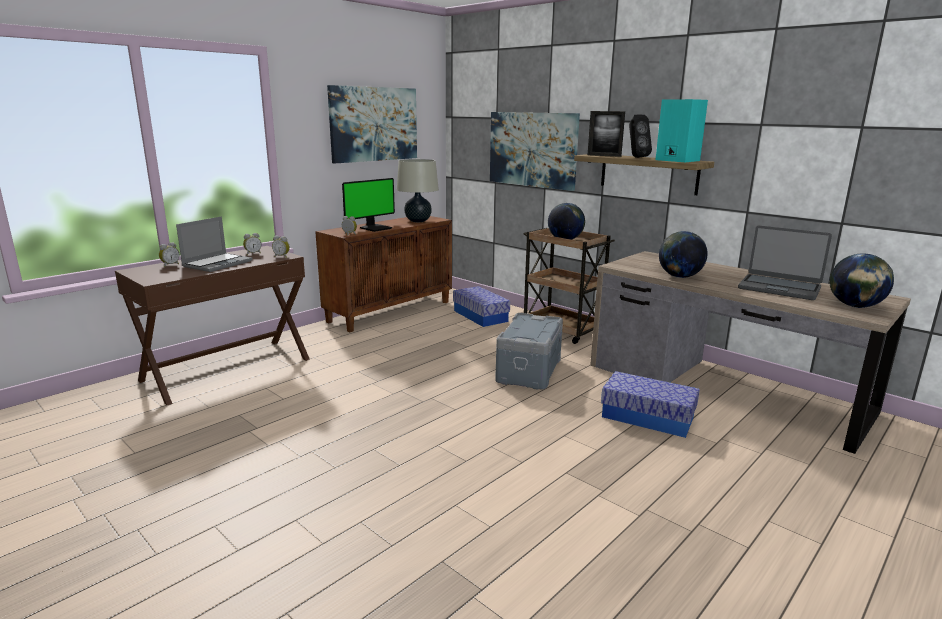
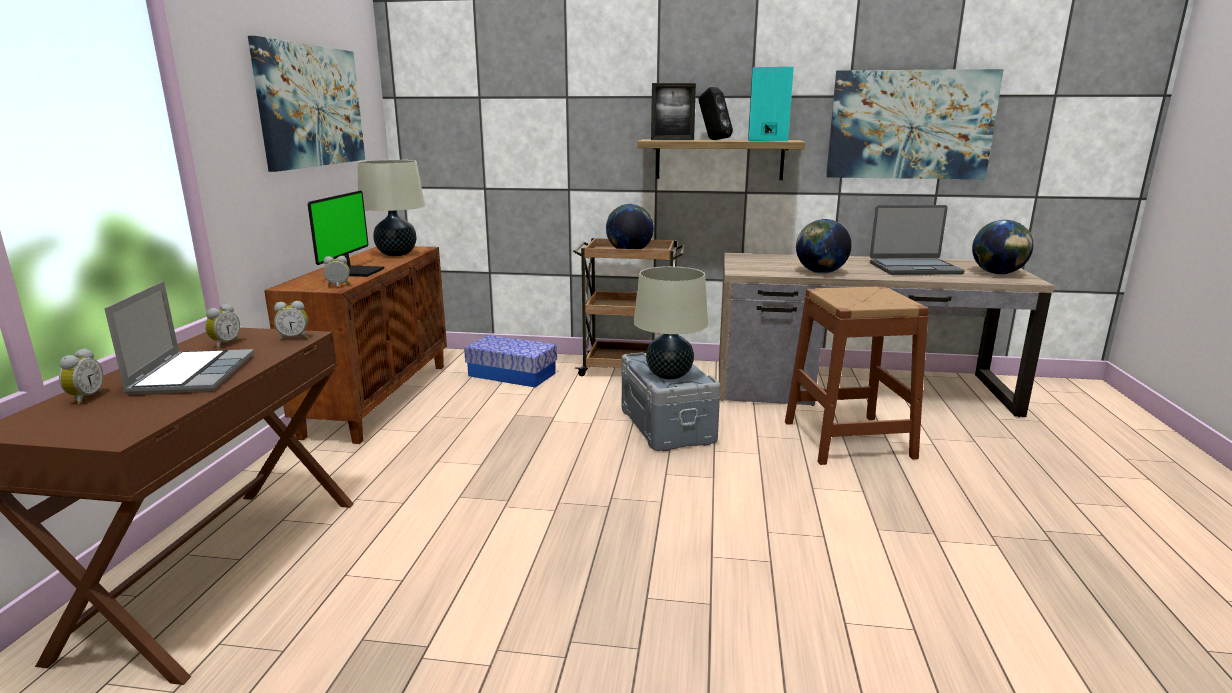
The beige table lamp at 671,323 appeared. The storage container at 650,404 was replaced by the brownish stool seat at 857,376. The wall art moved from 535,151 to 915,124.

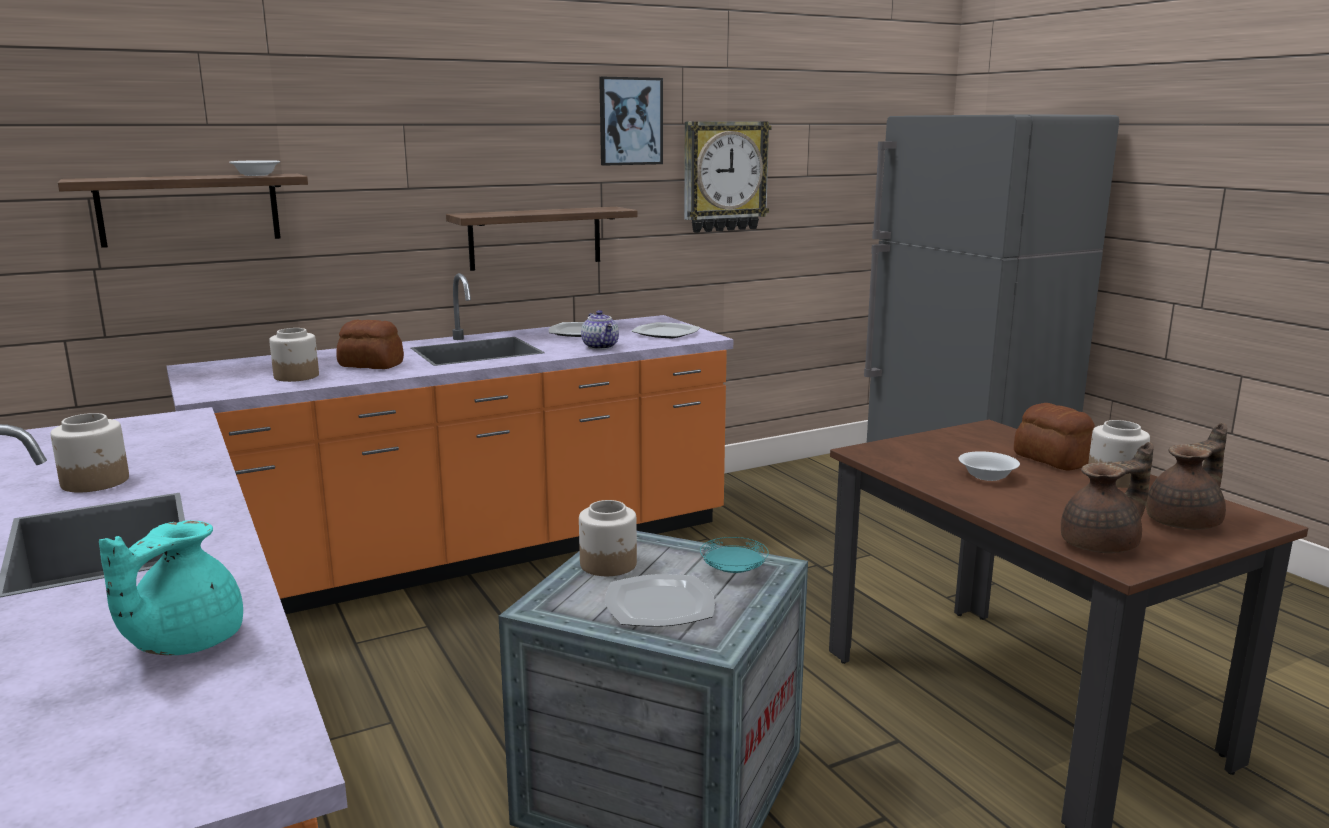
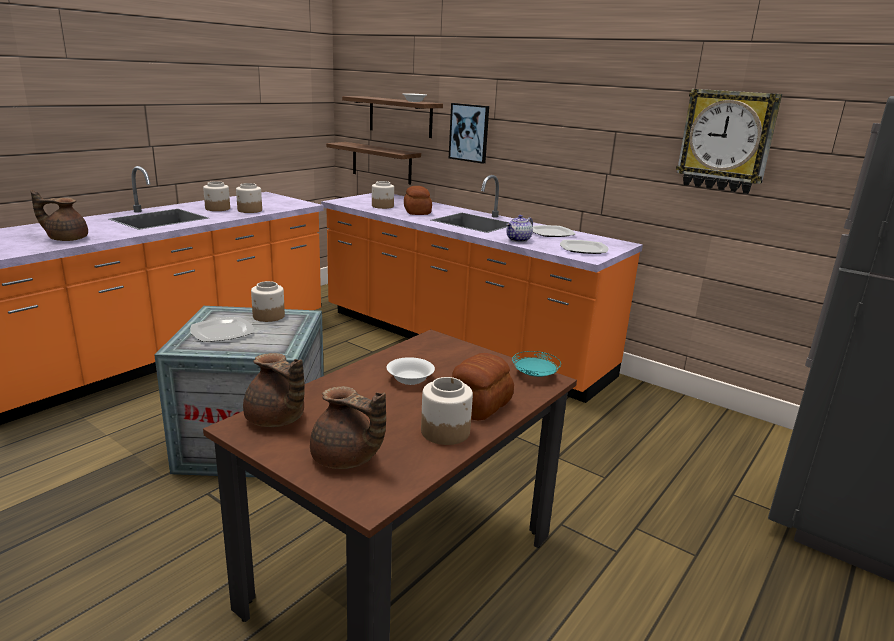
The turquoise tea pot at 171,588 became the brownish tea pot at 59,215. The storage jar at 249,198 appeared. The bracket shelf moved from 541,239 to 373,163. The wall art moved from 631,121 to 469,133. The turquoise dinner plate moved from 734,555 to 536,364.

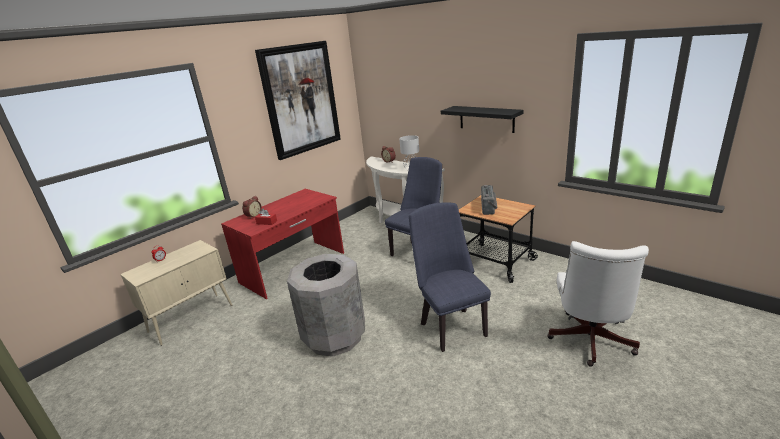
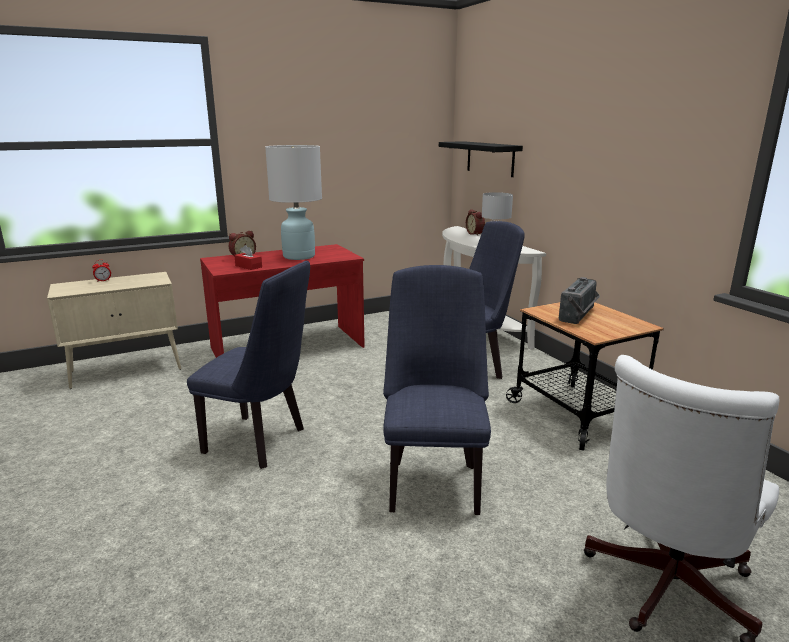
The gray trash can at 326,305 was replaced by the blue chair at 248,365. The white-coloured table lamp at 293,202 appeared. The blackish bracket shelf moved from 482,119 to 481,159. The wall art at 298,100 disappeared.

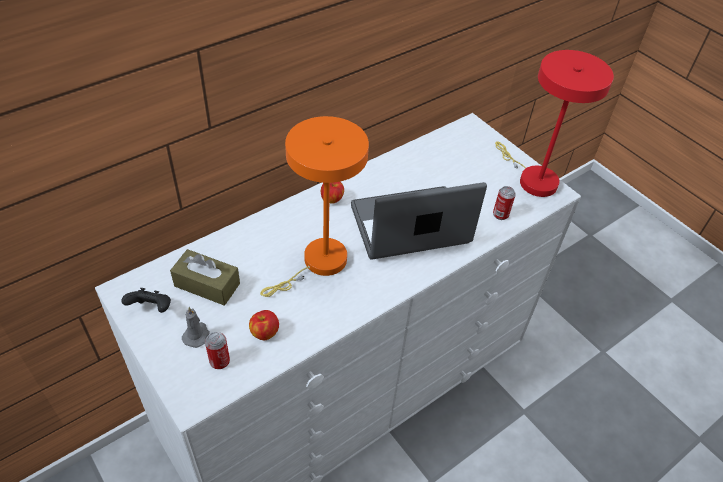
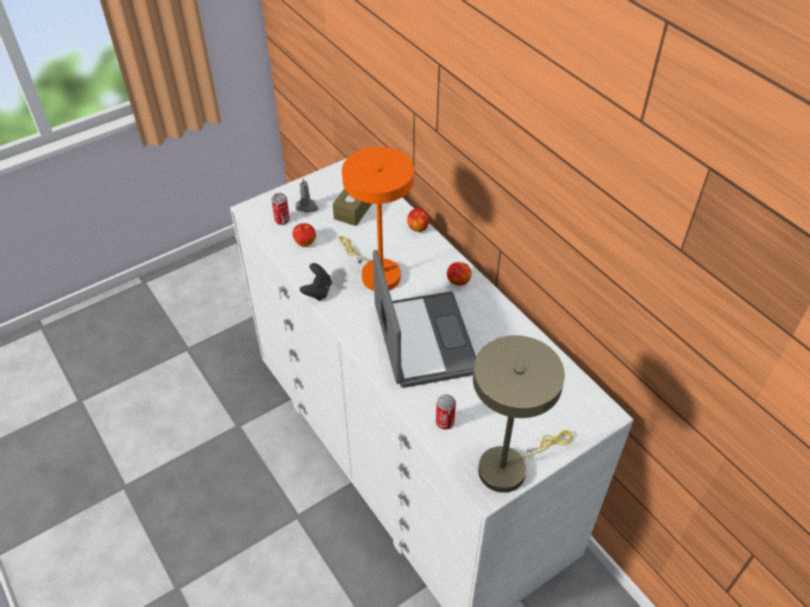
The blackish game controller moved from 146,300 to 316,282. The apple at 418,220 appeared. The reddish table lamp at 554,123 became the beige table lamp at 523,414.

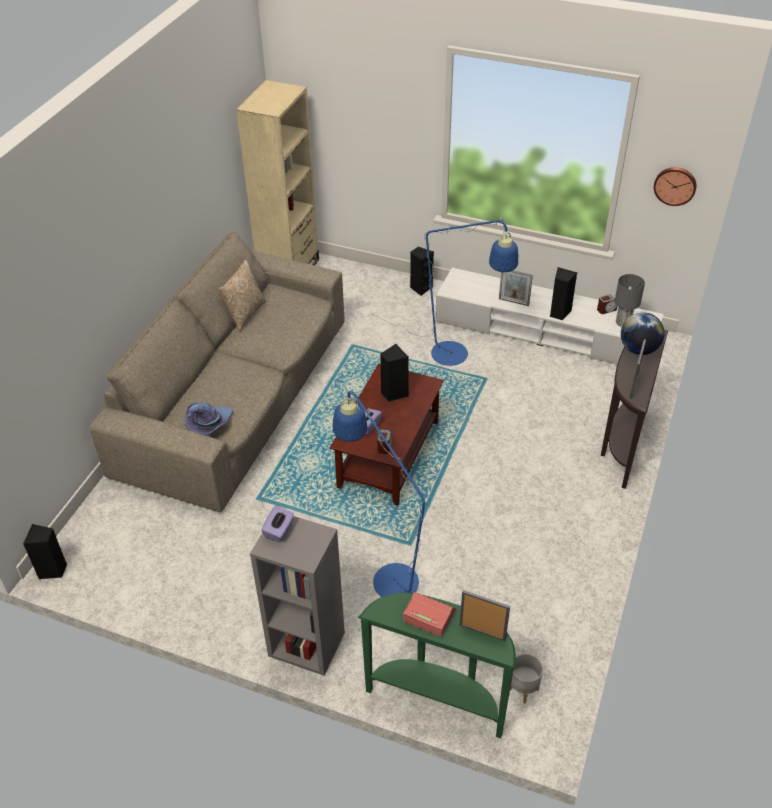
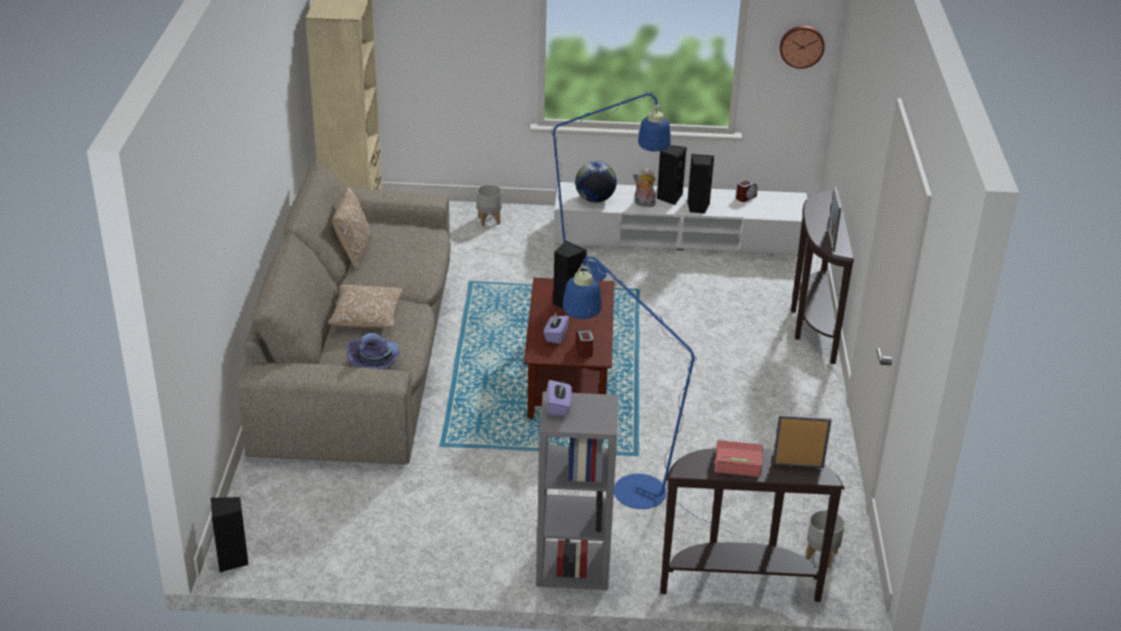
The pillow at 366,306 appeared. The gray planter at 489,205 appeared. The globe moved from 642,333 to 596,182. The standing frame at 516,288 was replaced by the plush toy at 645,187. The blackish audio speaker moved from 422,271 to 672,175. The green console table at 437,665 became the brownish console table at 753,525. The gray table lamp at 630,300 disappeared.

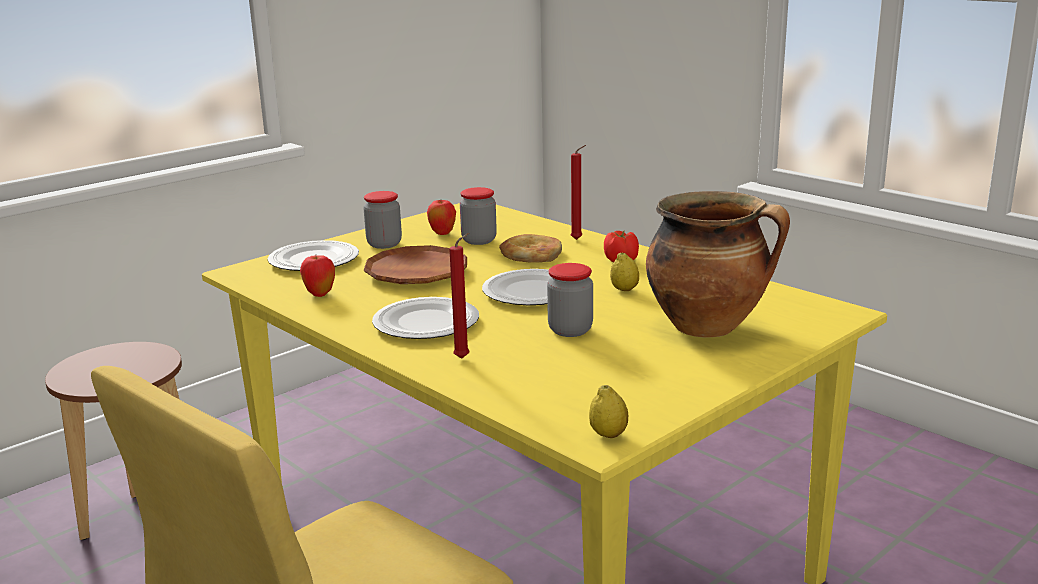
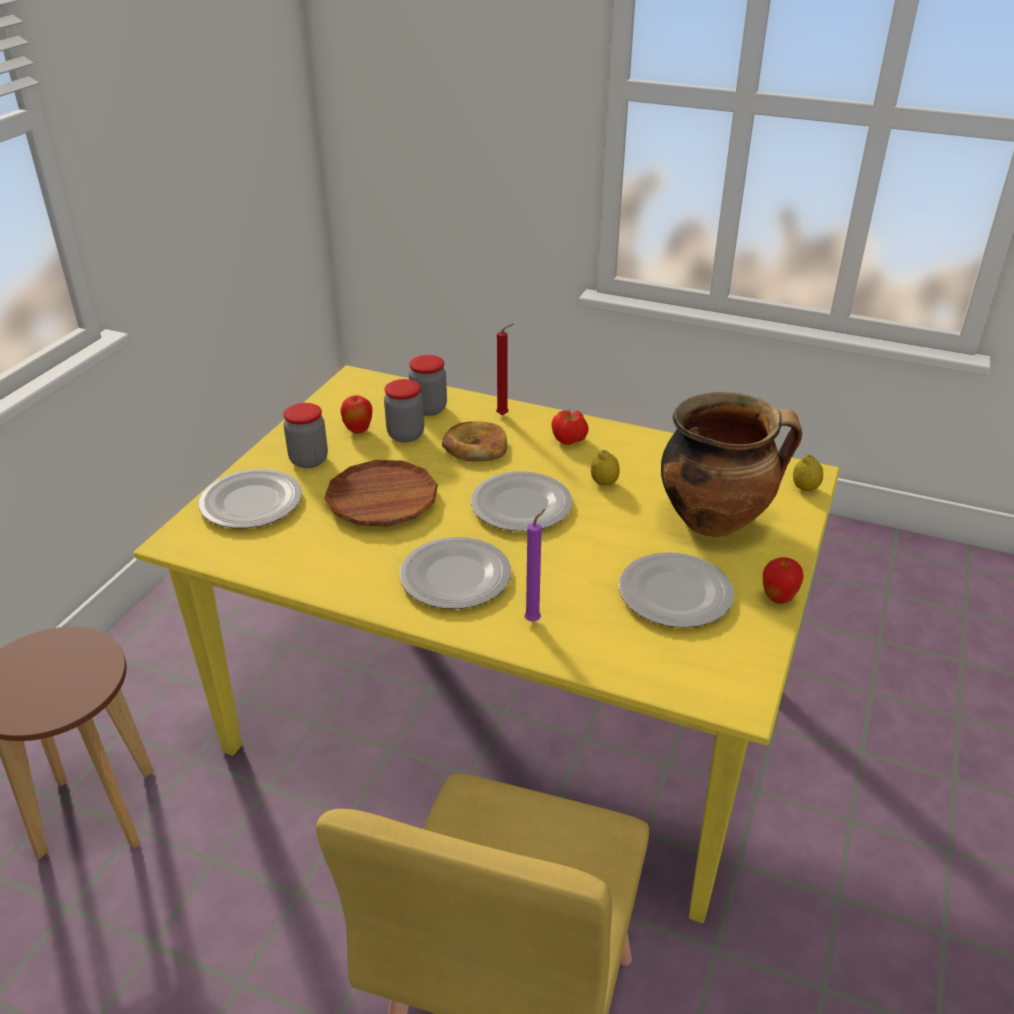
The storage jar moved from 570,300 to 428,385. The reddish candle at 459,296 became the purplish candle at 534,565. The dinner plate at 676,590 appeared. The apple moved from 317,276 to 783,580. The citrus fruit moved from 608,411 to 808,472.

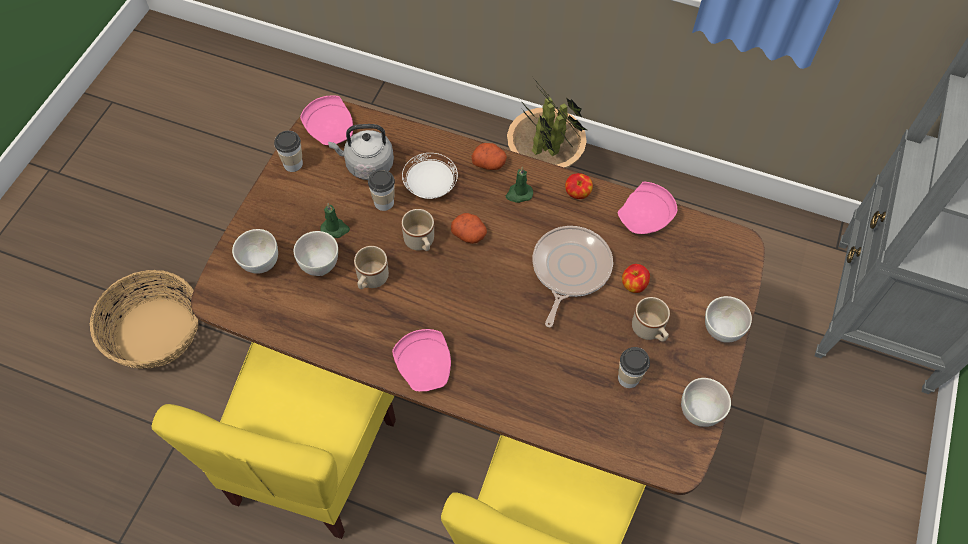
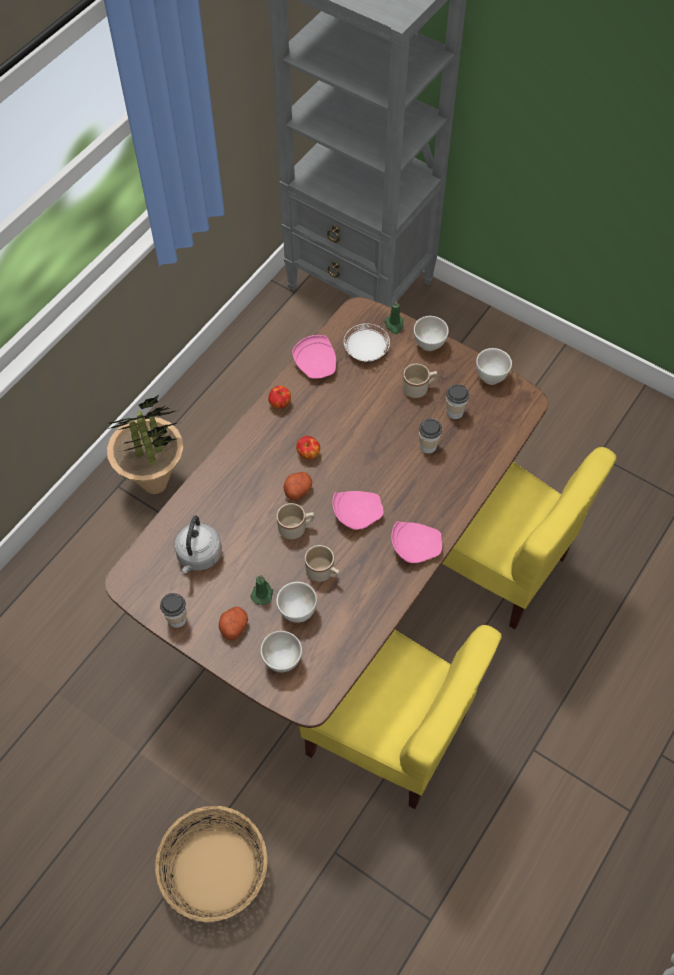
The potato moved from 489,156 to 233,623. The apple moved from 636,278 to 308,447. The pinkish dinner plate moved from 326,120 to 357,510. The white-coloured dinner plate moved from 430,176 to 367,342. The green candle moved from 519,185 to 394,317. The drinking cup moved from 381,190 to 430,435. The pan at 572,276 disappeared.

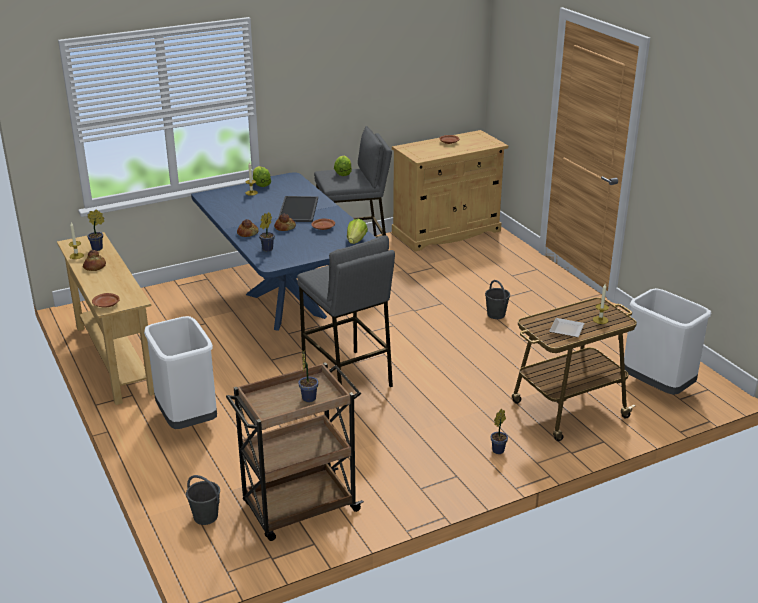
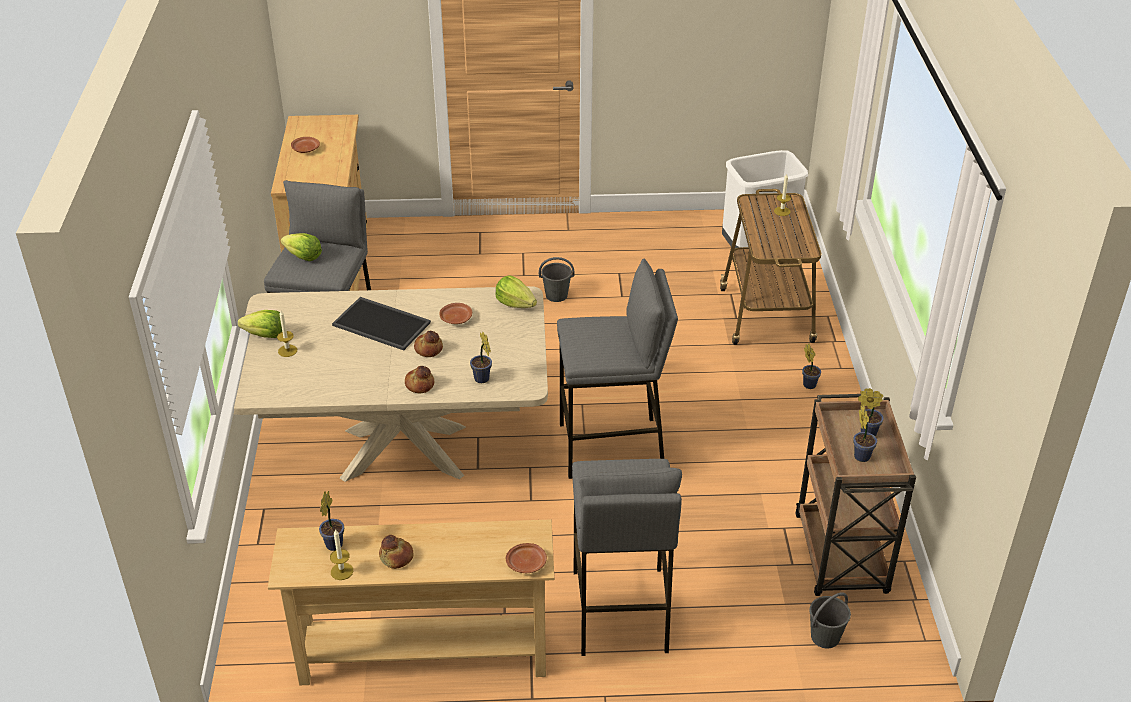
The blue dinner table at 283,251 became the beige dinner table at 391,384. The white-coloured trash can at 180,372 was replaced by the gray stool seat at 627,557. The plant in a pot at 865,433 appeared. The dinner plate at 567,328 disappeared.

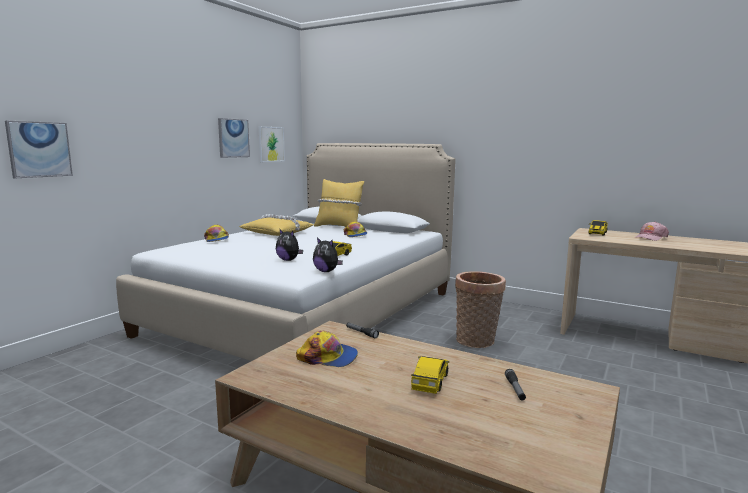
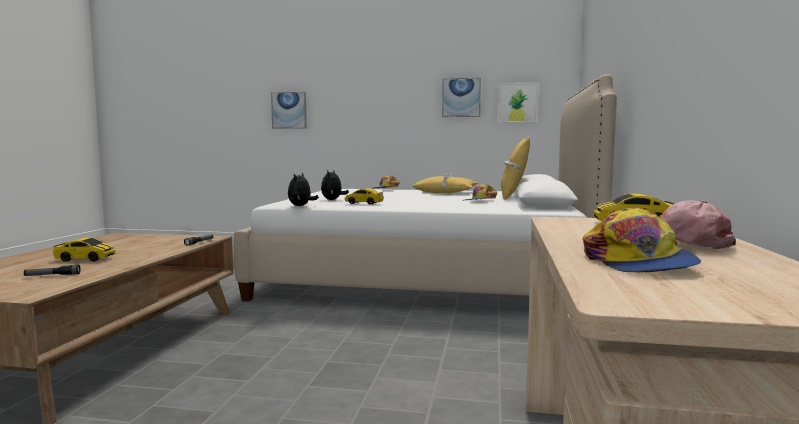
The cap moved from 327,349 to 641,240. The basket at 480,309 disappeared.

